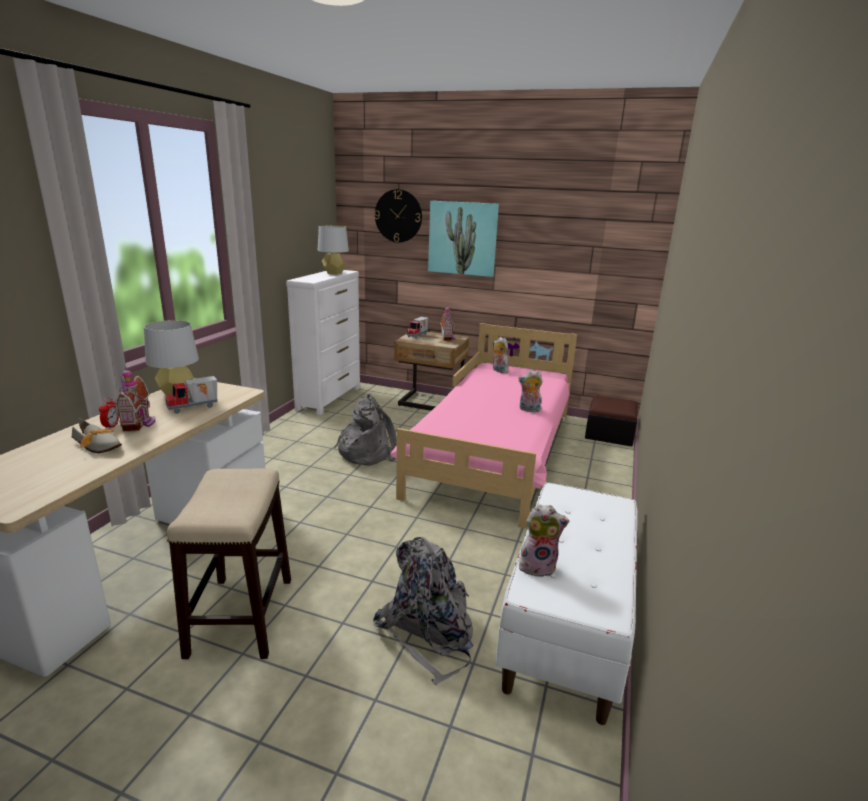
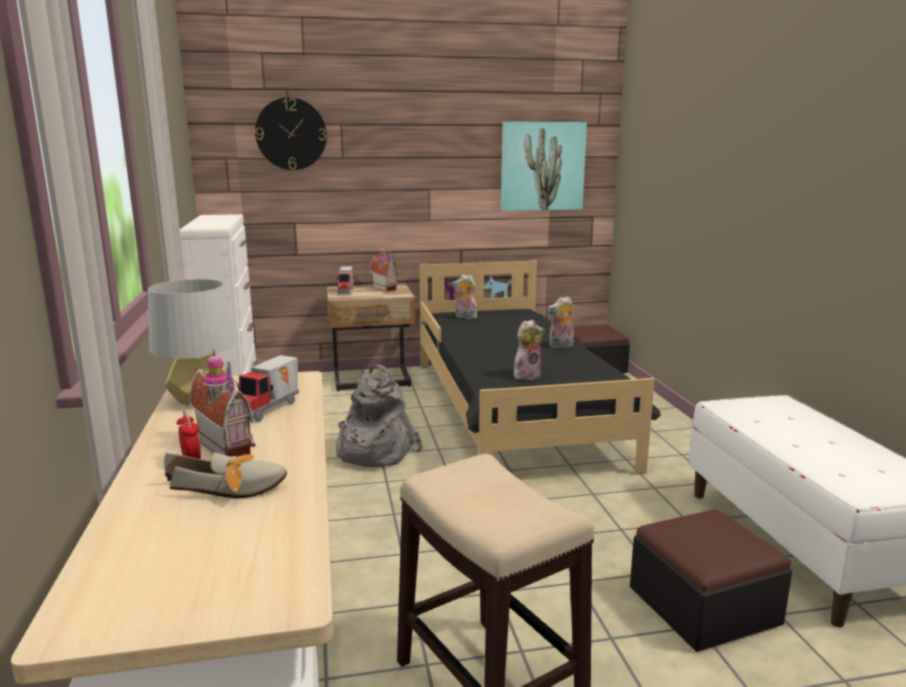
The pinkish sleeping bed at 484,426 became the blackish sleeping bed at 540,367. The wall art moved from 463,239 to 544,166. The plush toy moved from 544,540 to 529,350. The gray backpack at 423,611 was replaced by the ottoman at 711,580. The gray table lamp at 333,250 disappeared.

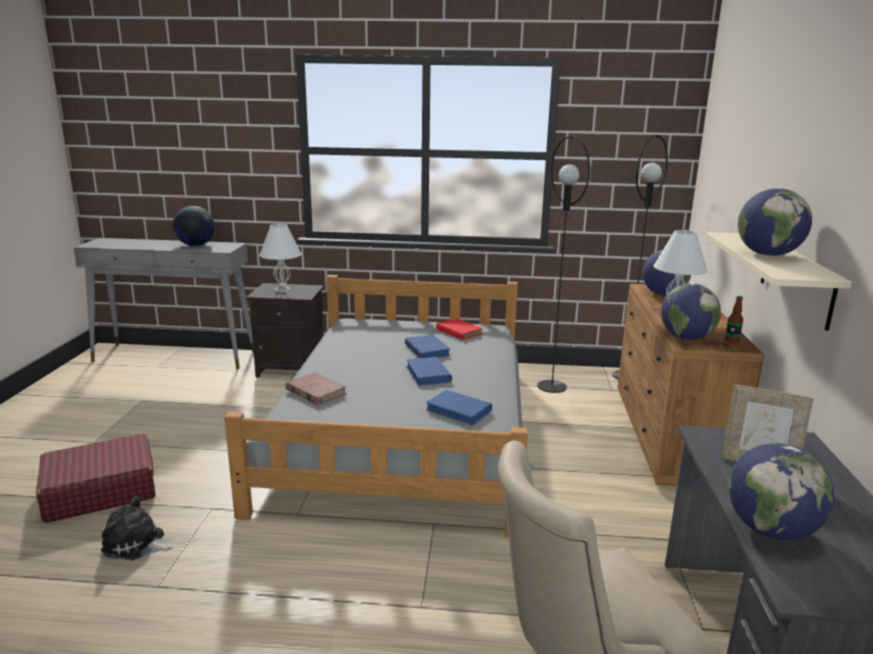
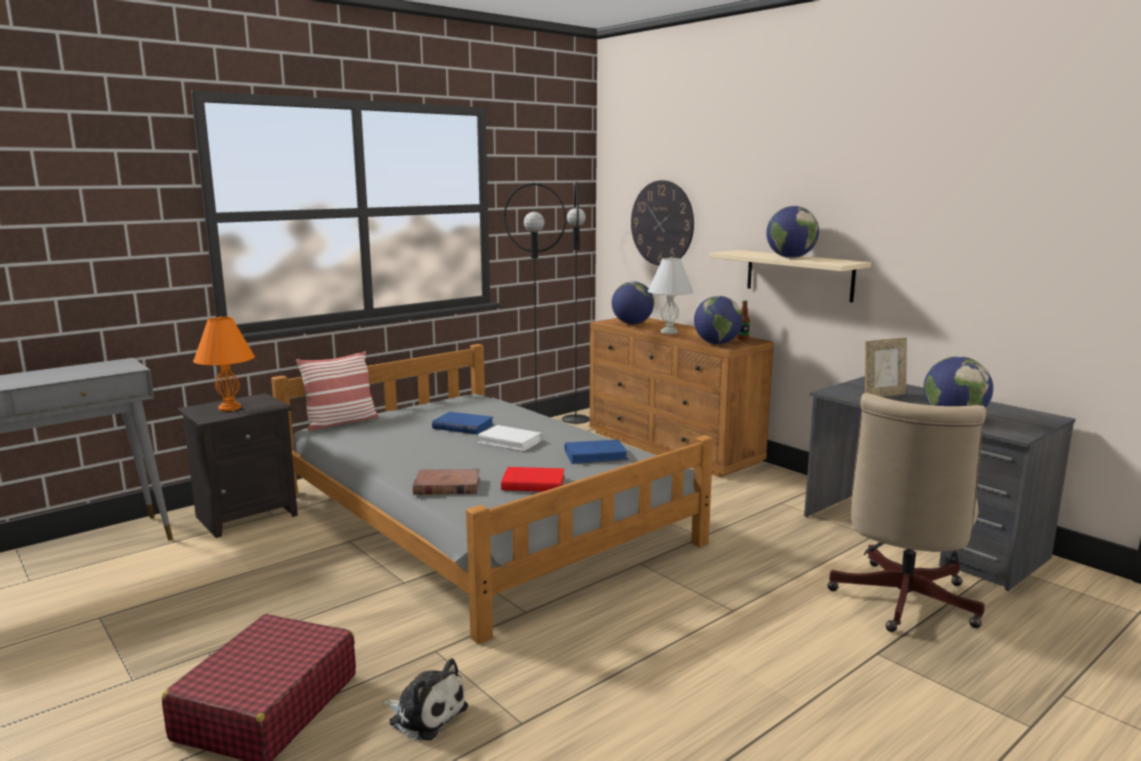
The white-coloured table lamp at 280,258 became the orange table lamp at 224,364. The pillow at 337,391 appeared. The plush toy at 137,528 turned 120 degrees counterclockwise. The blue volume at 429,371 became the white-coloured volume at 509,438. The reddish volume moved from 459,329 to 532,479. The wall clock at 662,223 appeared. The globe at 194,226 disappeared.

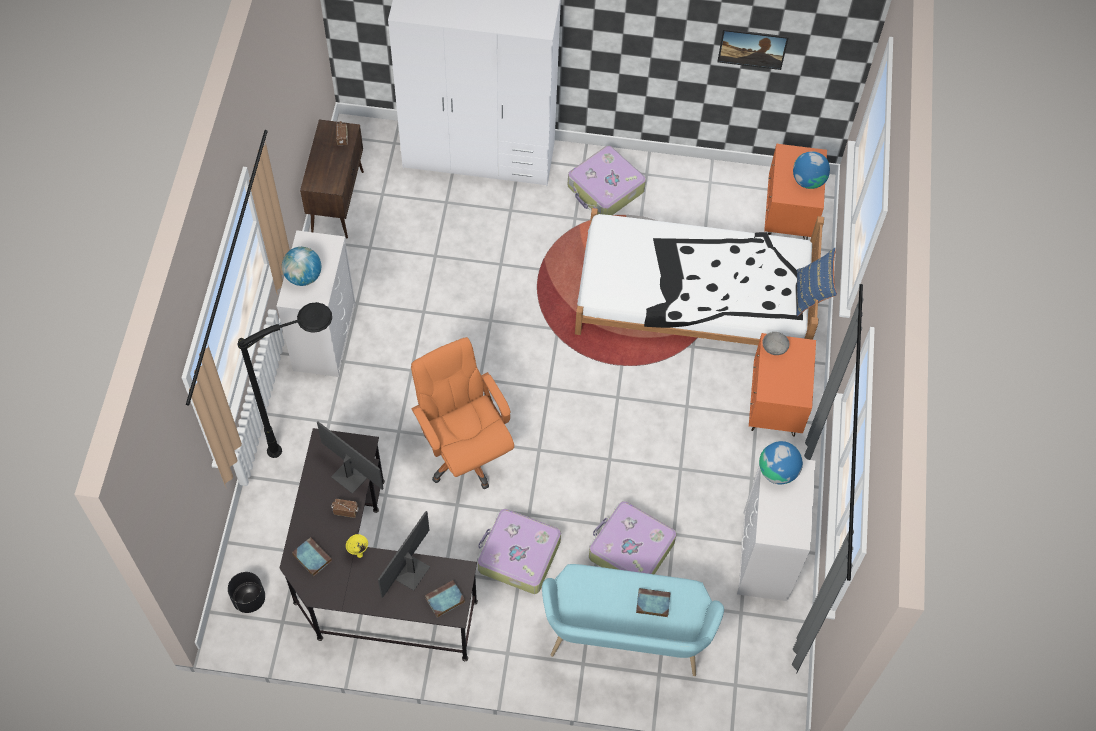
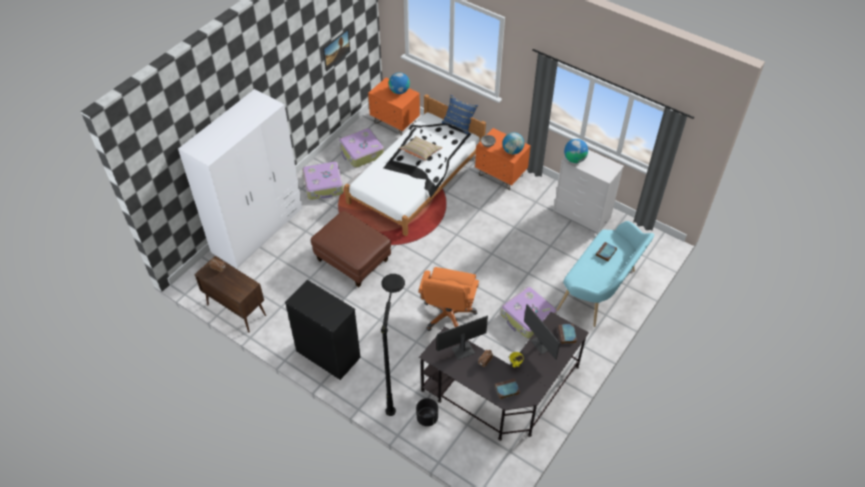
The white-coloured drawer chest at 316,303 became the blackish drawer chest at 323,330. The brownish ottoman at 351,249 appeared. The suitcase moved from 633,537 to 361,148. The beige pillow at 421,148 appeared. The blackish planter moved from 246,592 to 427,412. The orange desk chair at 462,413 turned 75 degrees counterclockwise. The globe moved from 301,266 to 513,143.

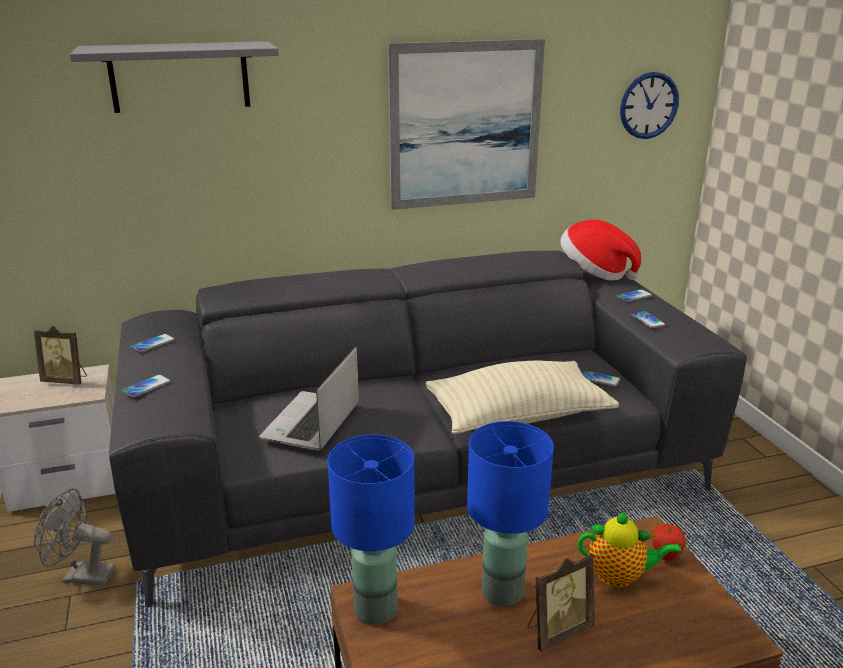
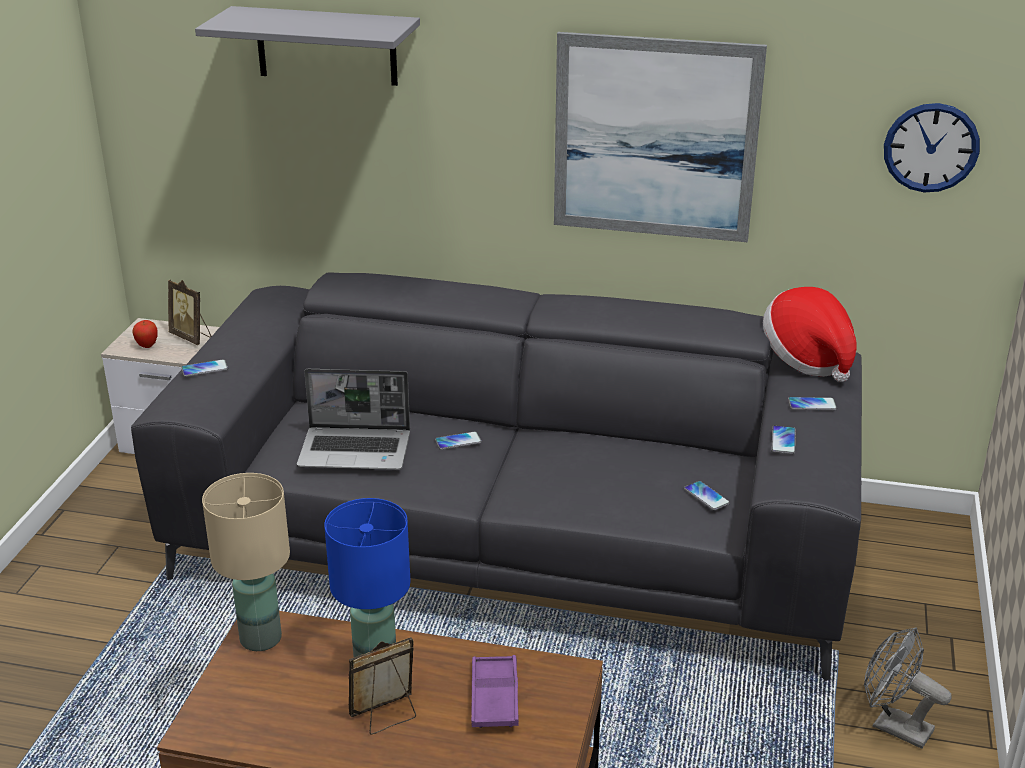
The apple moved from 669,542 to 145,334. The blue table lamp at 371,530 became the beige table lamp at 246,562. The laptop at 309,399 turned 135 degrees counterclockwise. The standing frame at 561,602 turned 150 degrees clockwise. The telephone moved from 153,343 to 458,440. The tea pot at 629,549 was replaced by the purplish serving tray at 495,691. The gray electric fan moved from 74,537 to 907,688. The beige pillow at 522,397 disappeared.

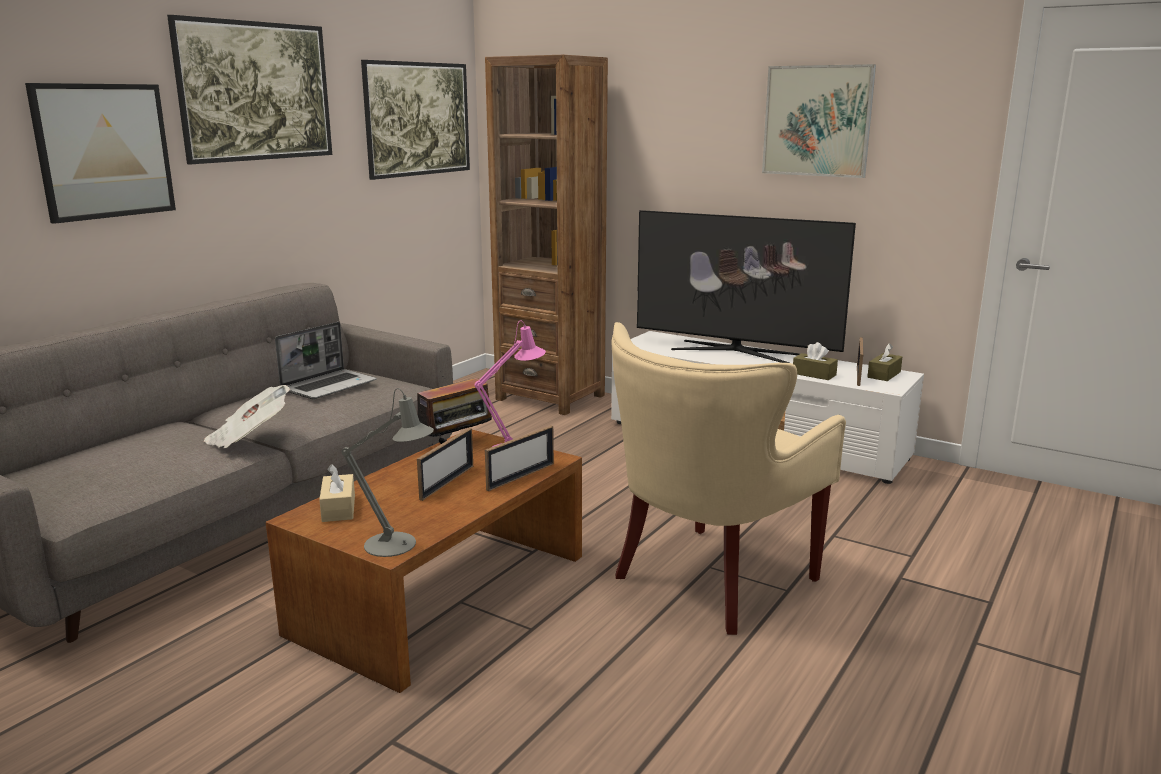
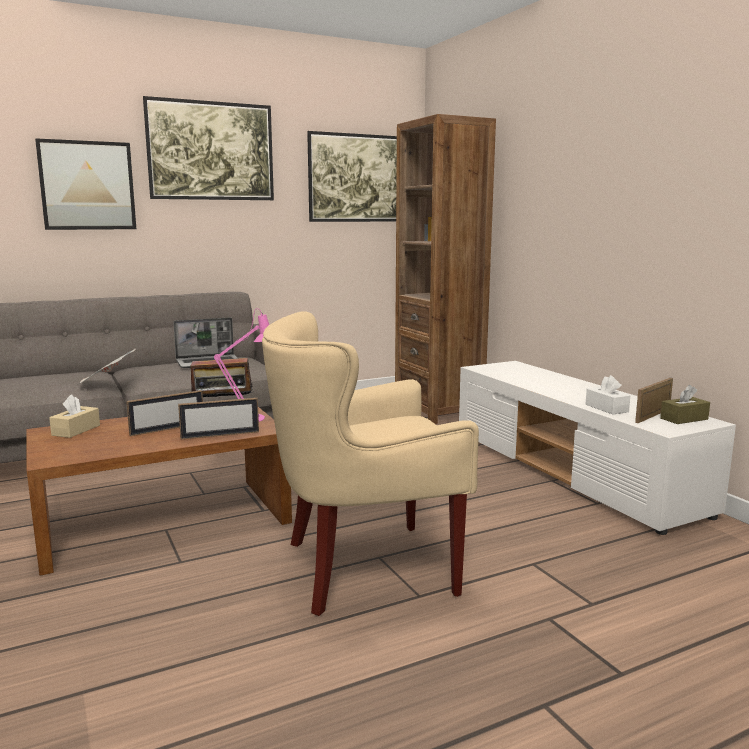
The brownish box of tissues at 815,361 became the white-coloured box of tissues at 608,394. The gray table lamp at 388,472 disappeared. The television at 746,286 disappeared. The wall art at 819,121 disappeared.

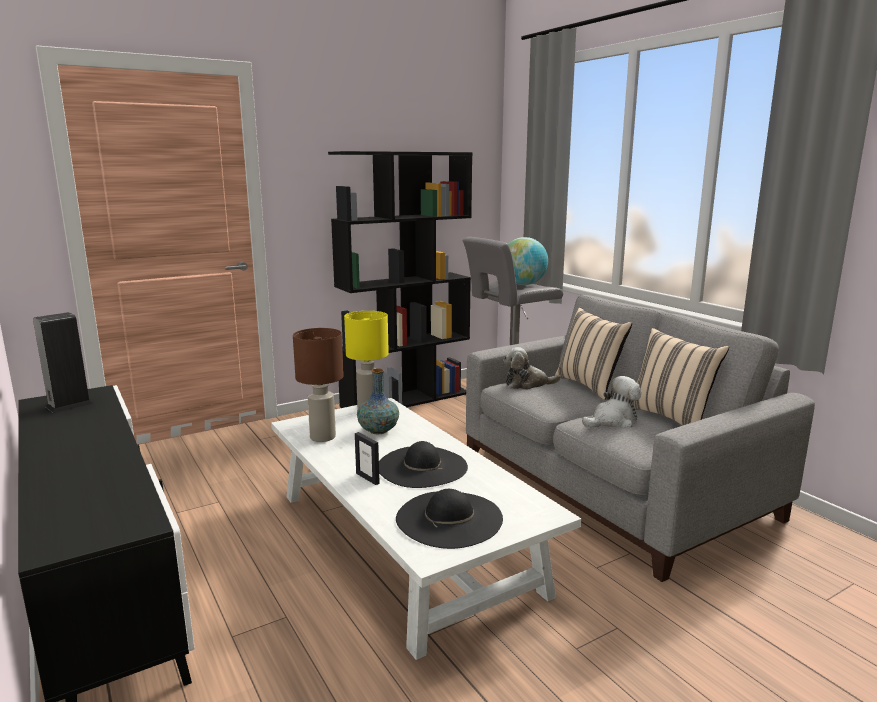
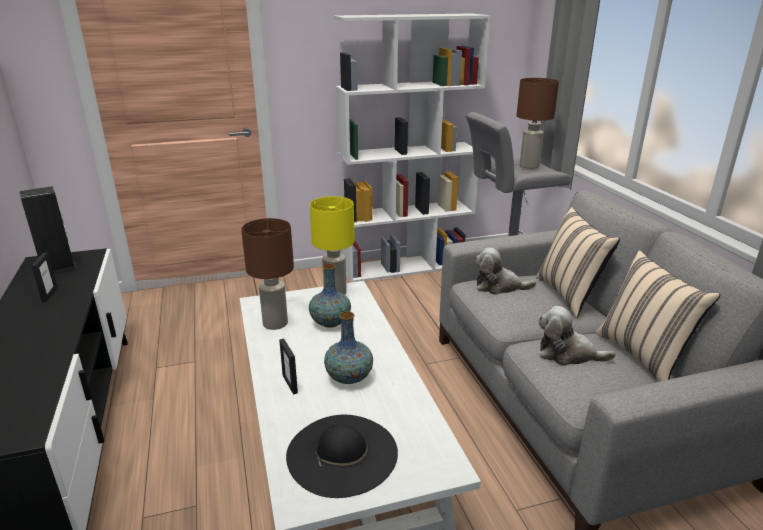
The standing frame at 44,277 appeared. The blackish clothing hat at 423,464 was replaced by the flower vase at 348,347. The blackish bookshelf at 400,279 became the white-coloured bookshelf at 412,148. The globe at 528,261 was replaced by the brownish table lamp at 537,123. The plush toy at 611,402 turned 150 degrees counterclockwise.

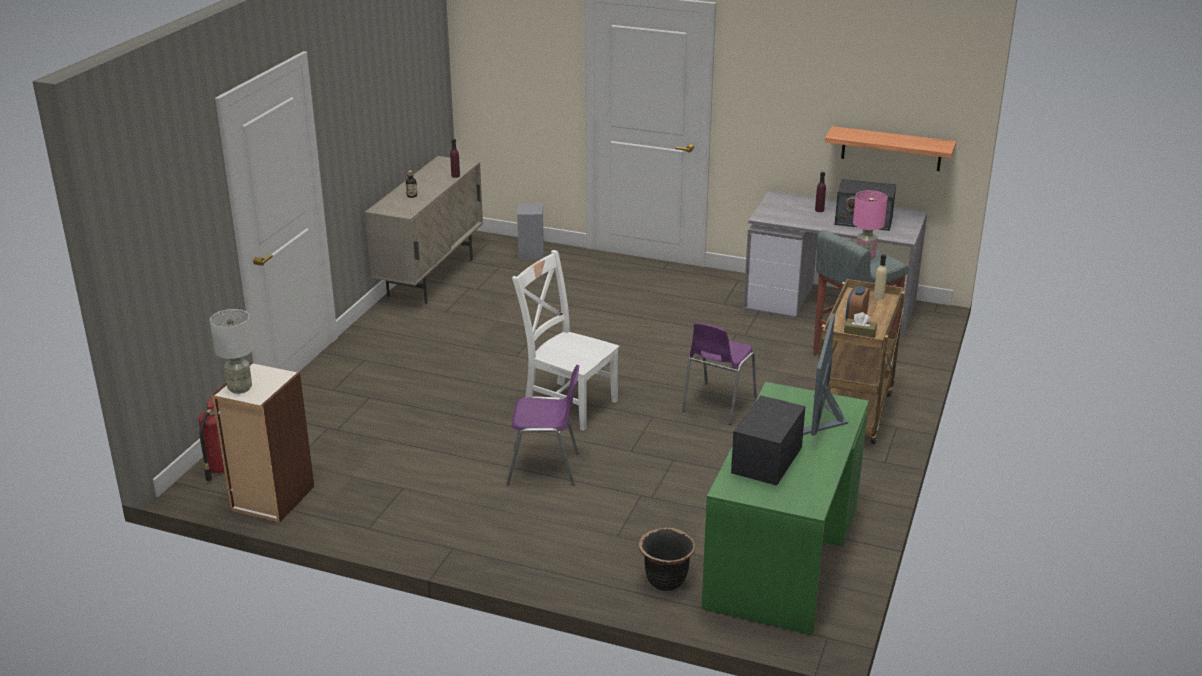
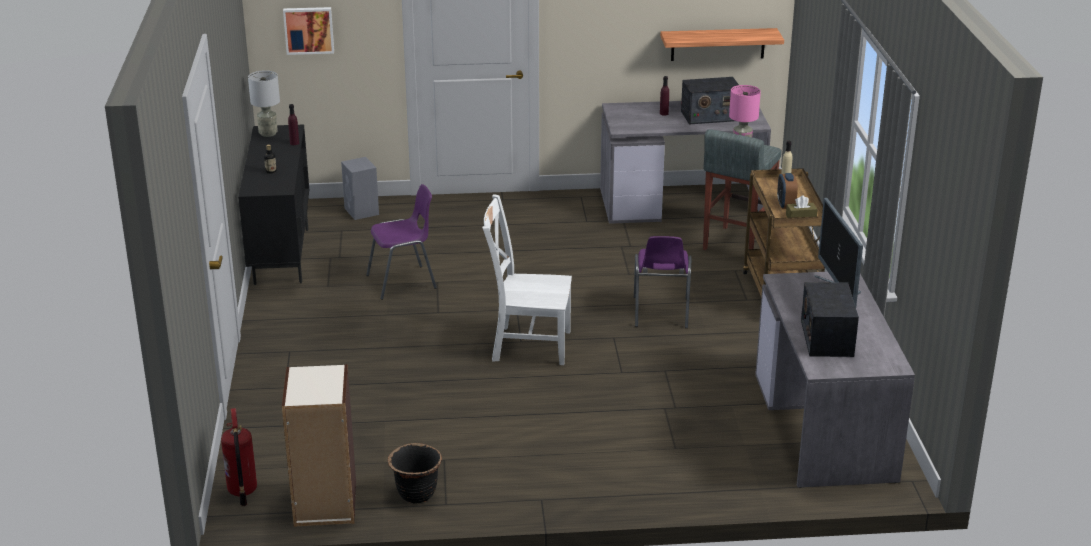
The beige cabinet at 424,230 became the blackish cabinet at 273,204. The gray table lamp moved from 232,351 to 264,103. The wall art at 308,31 appeared. The purplish chair moved from 543,425 to 401,242. The blackish planter moved from 667,559 to 415,473. The green desk table at 785,508 became the gray desk table at 835,380.

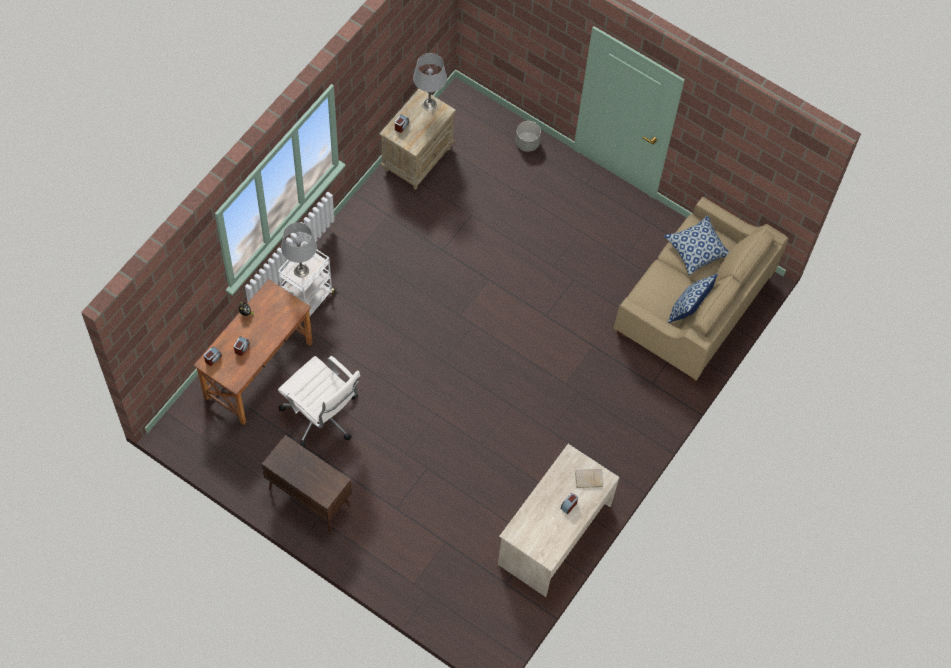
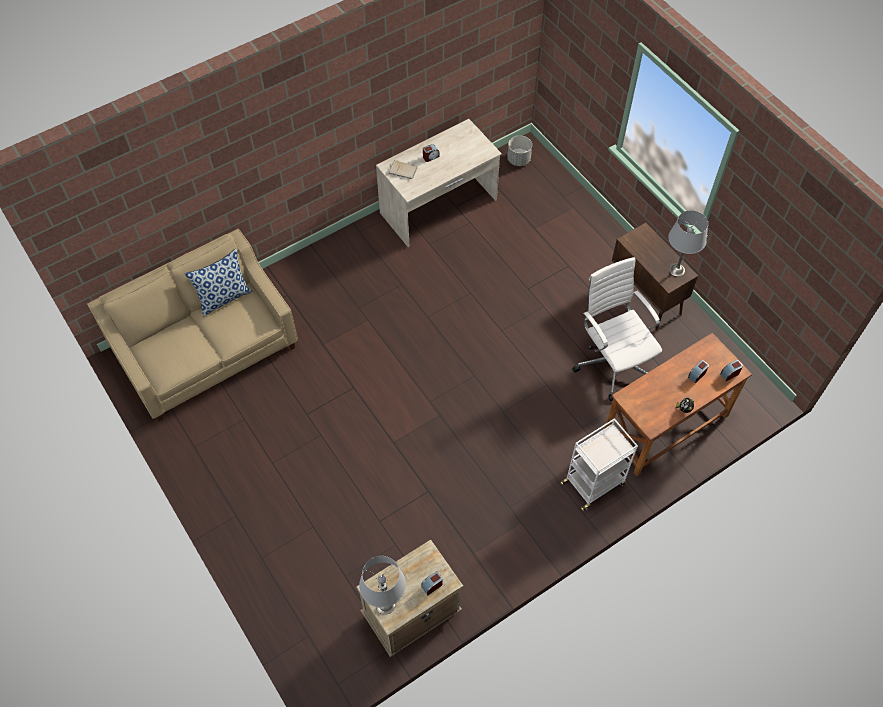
The gray planter moved from 528,136 to 519,151. The gray table lamp moved from 299,250 to 688,243. The pillow at 696,245 disappeared.

